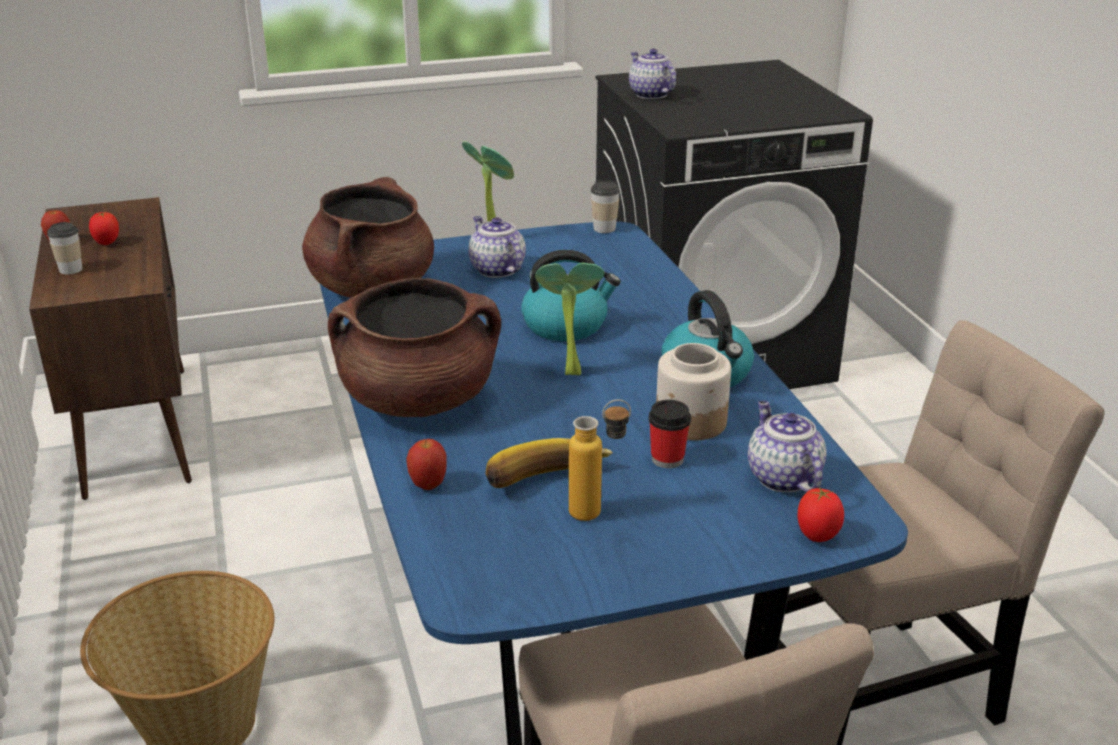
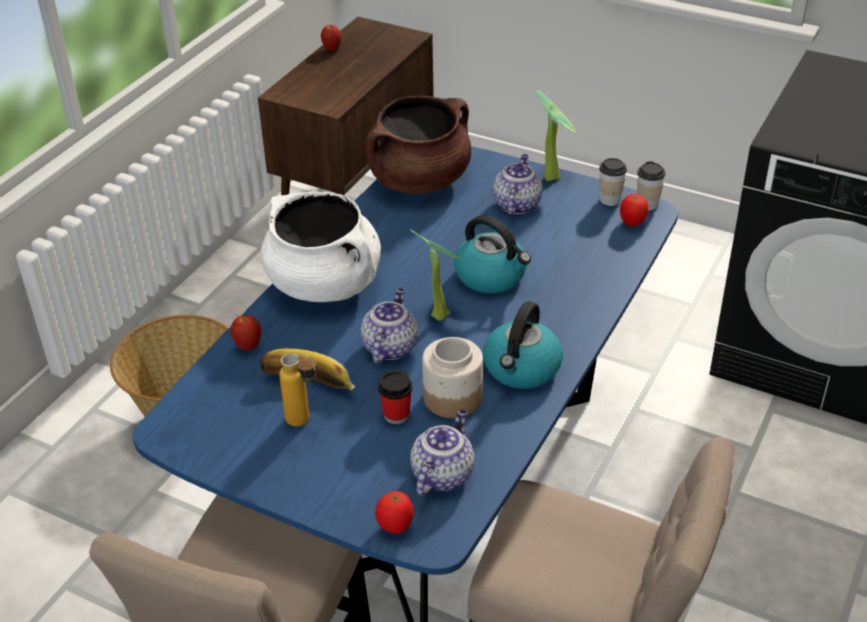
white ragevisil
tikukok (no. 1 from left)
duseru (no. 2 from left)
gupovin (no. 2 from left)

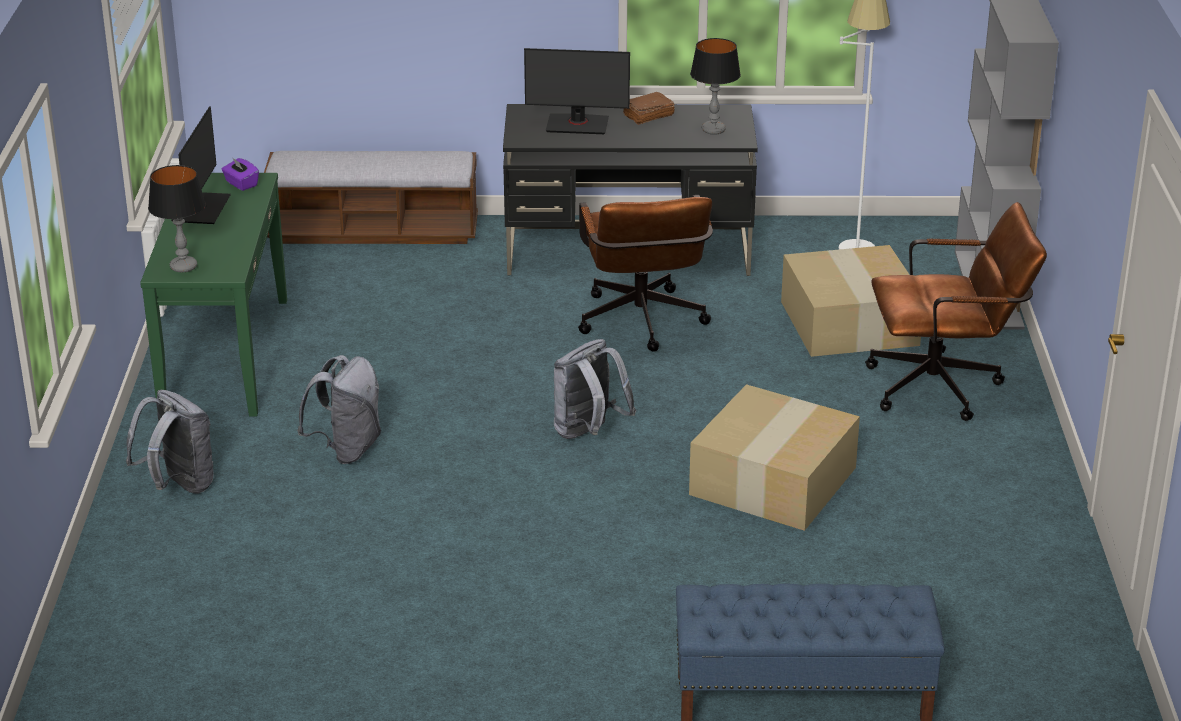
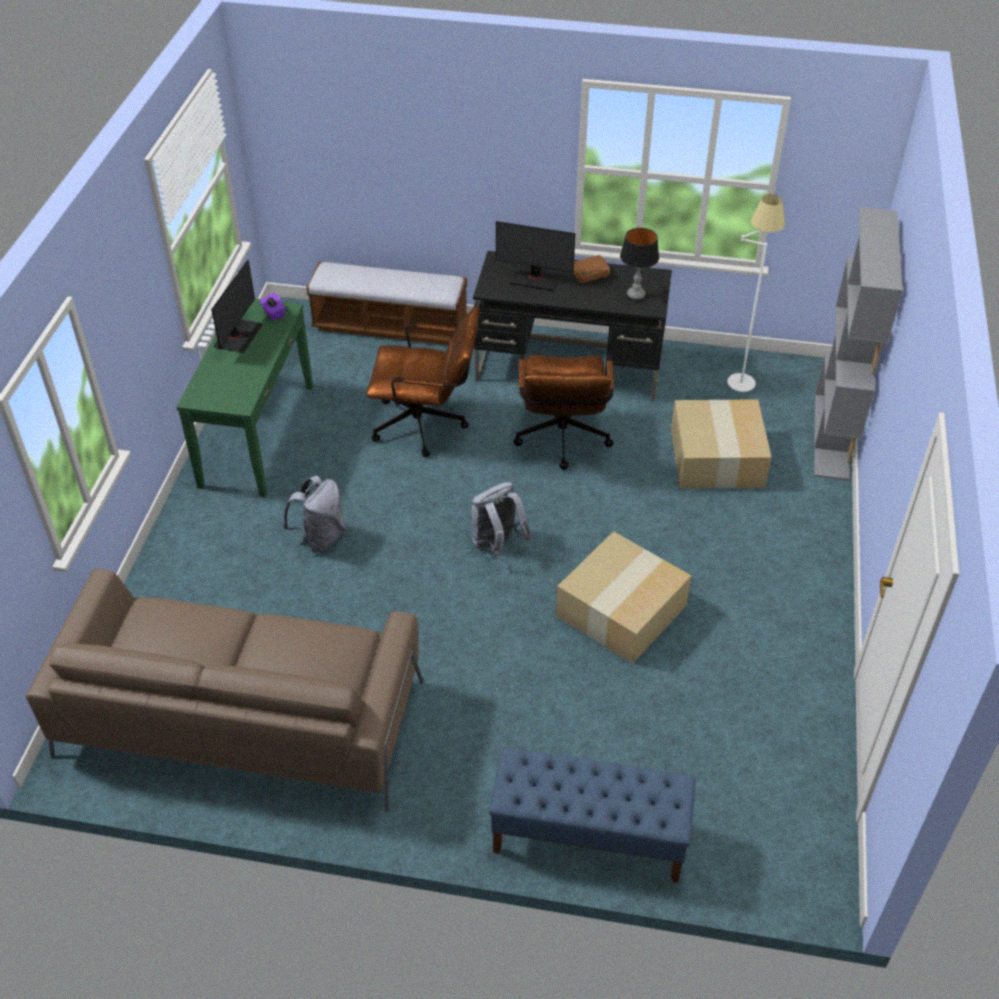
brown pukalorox
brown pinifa (no. 1 from left)
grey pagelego (no. 1 from left in the first image)
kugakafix (no. 1 from left in the first image)

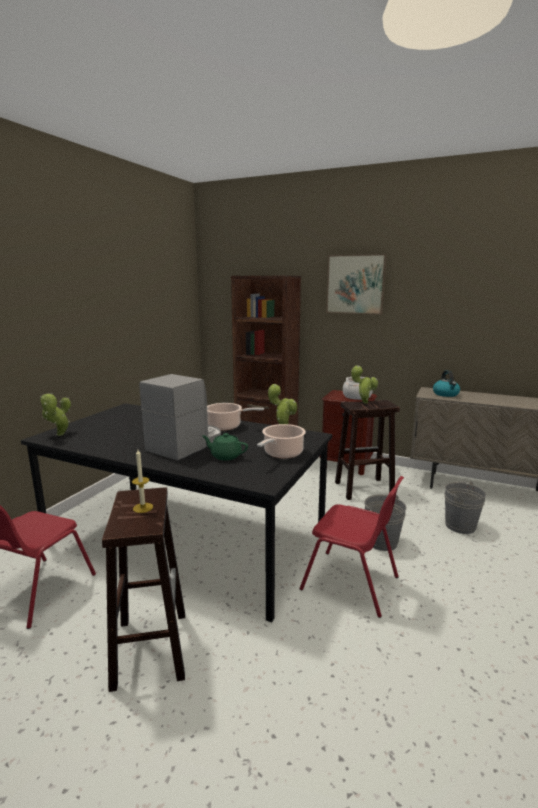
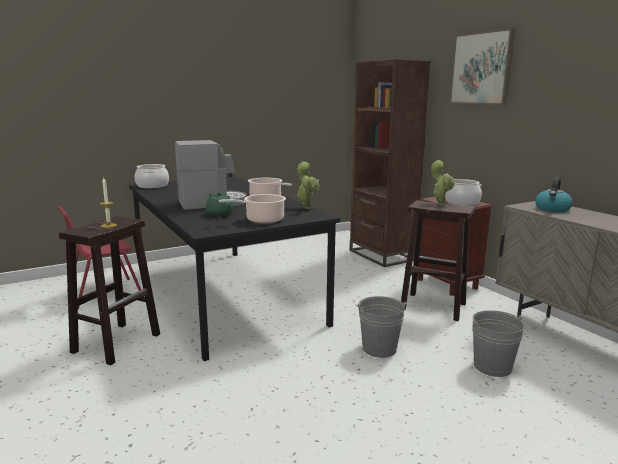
ragevisil (no. 1 from left)
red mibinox (no. 2 from left in the first image)

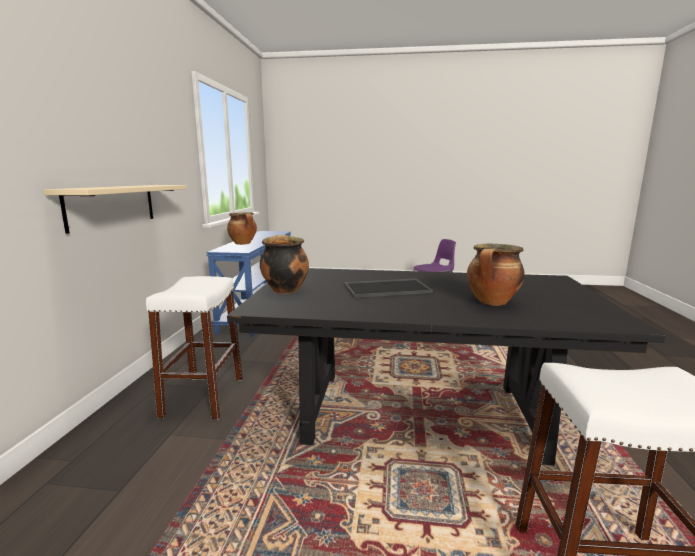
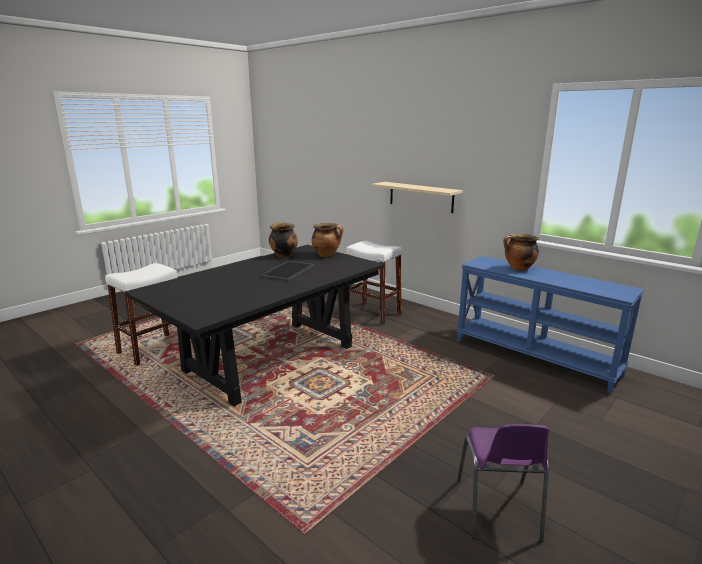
ragevisil (no. 1 from left)

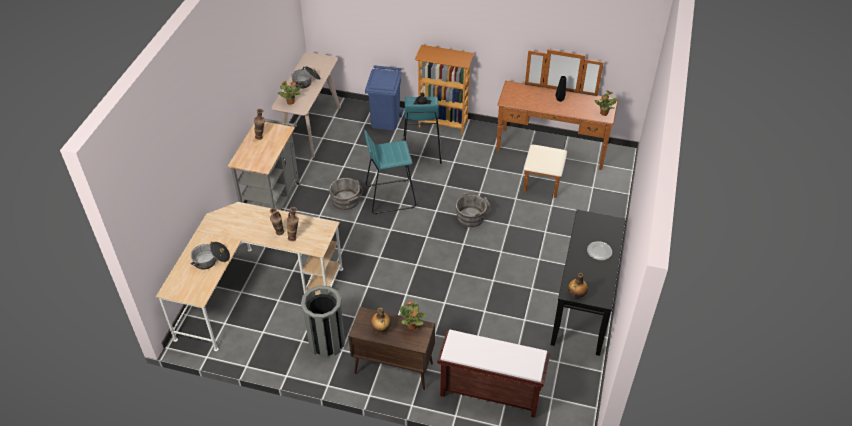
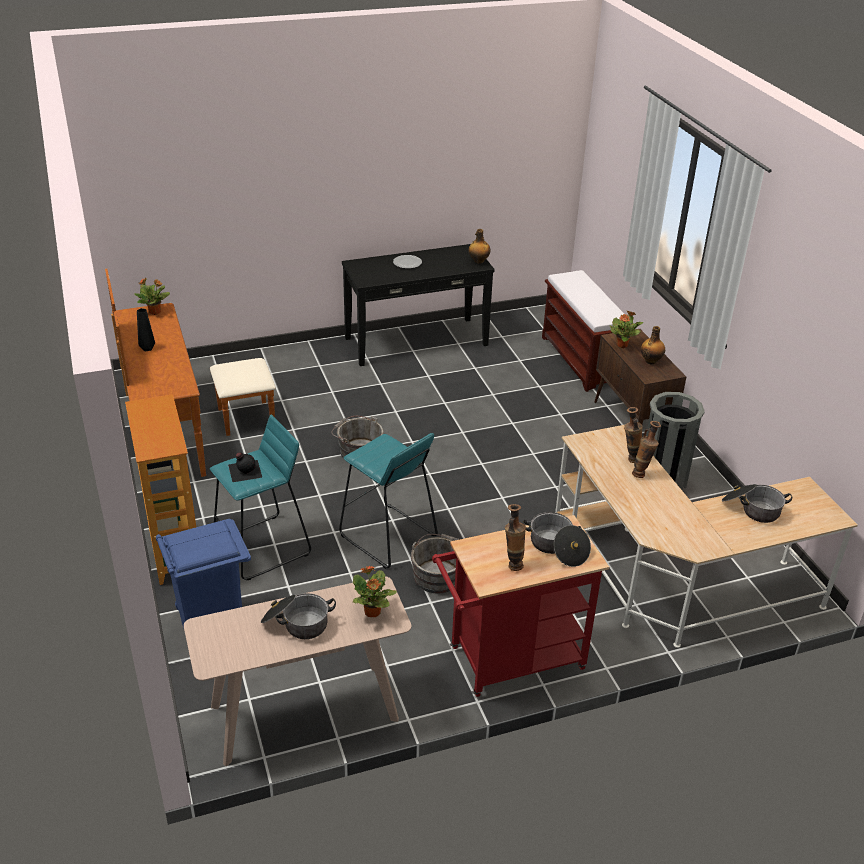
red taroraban
ragevisil (no. 2 from left)

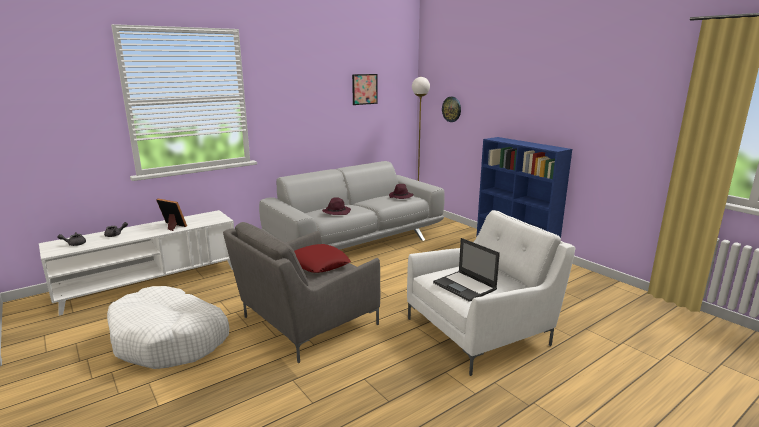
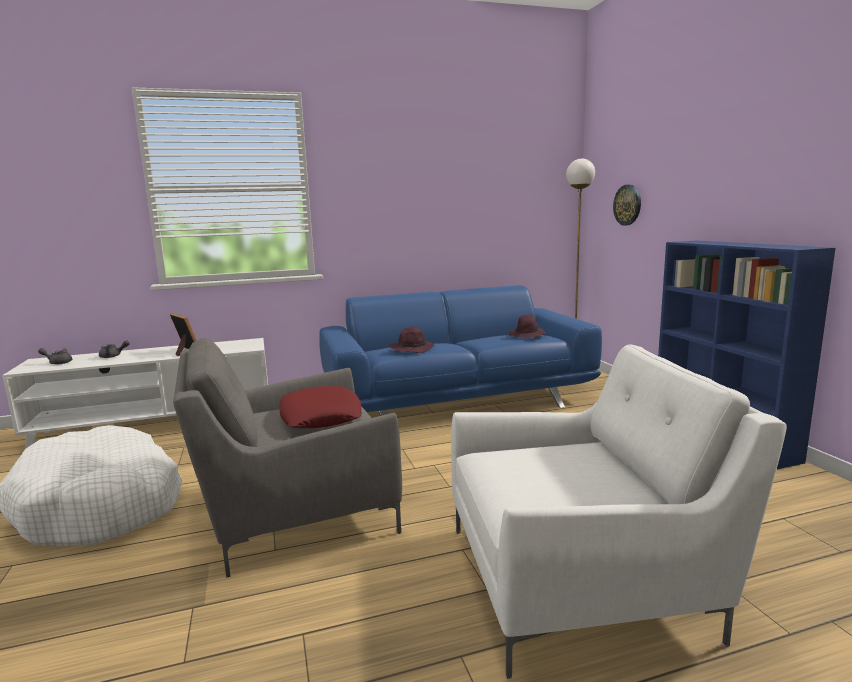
blue pukalorox
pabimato
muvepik

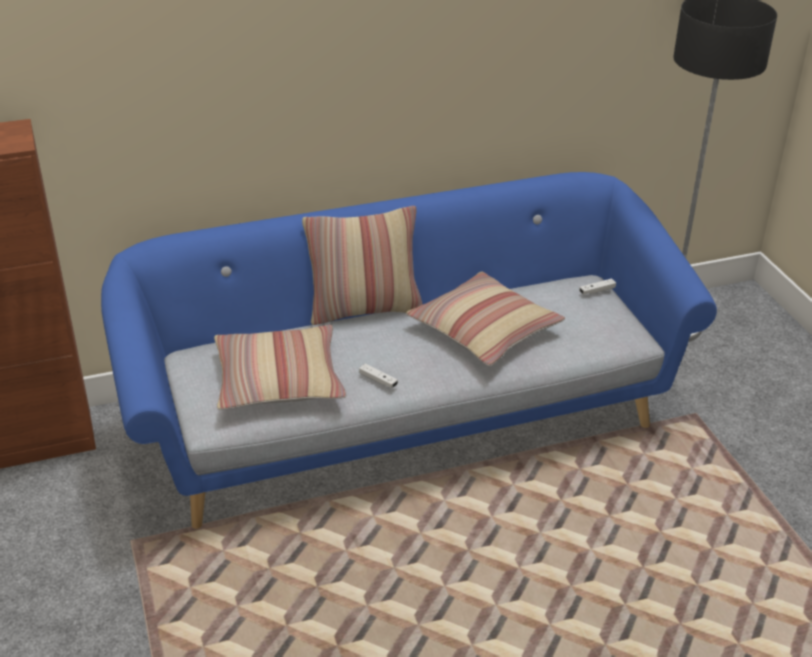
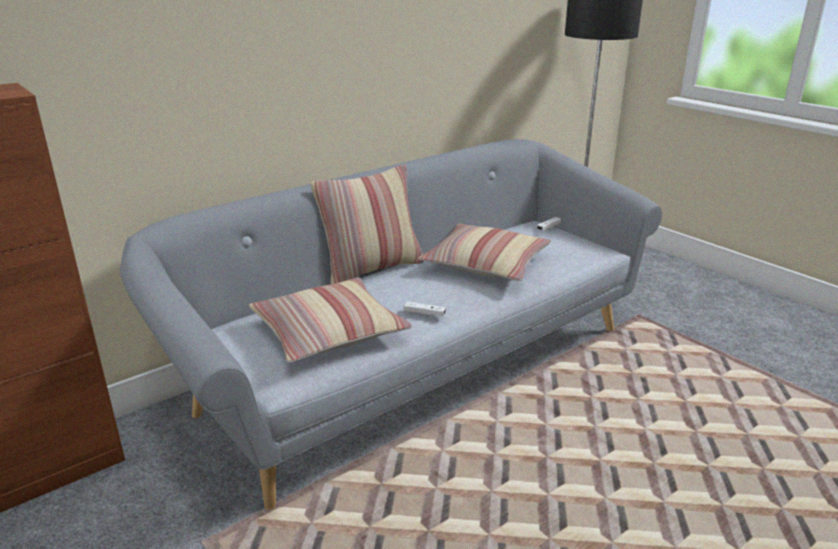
grey pukalorox

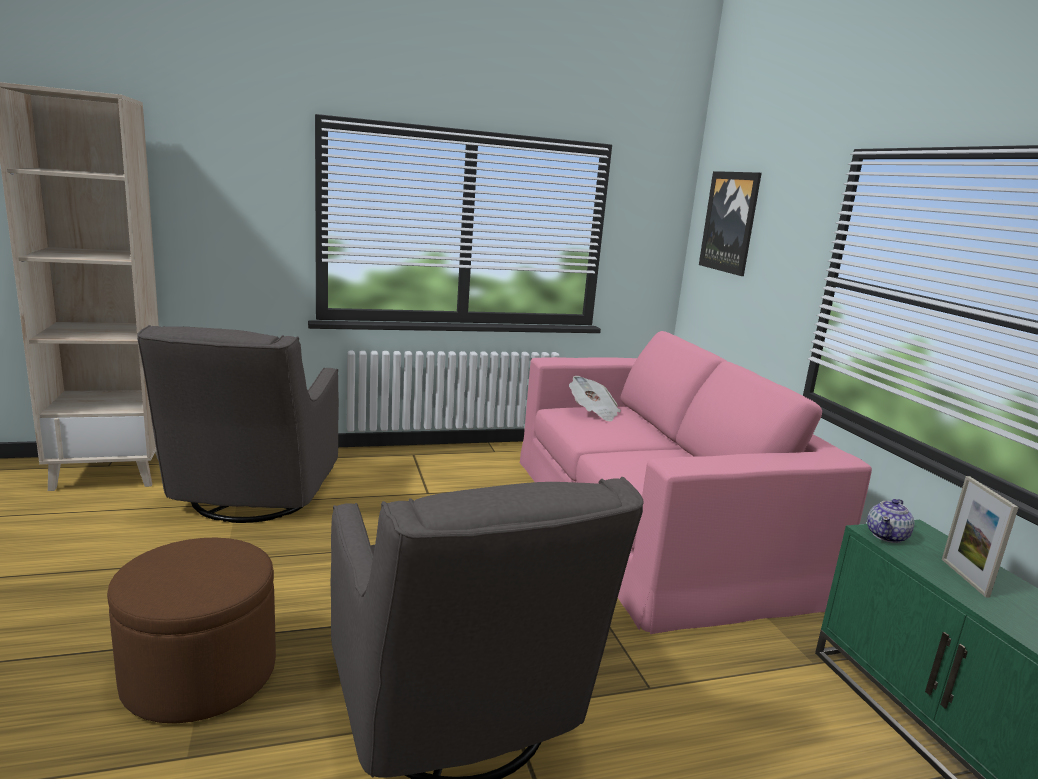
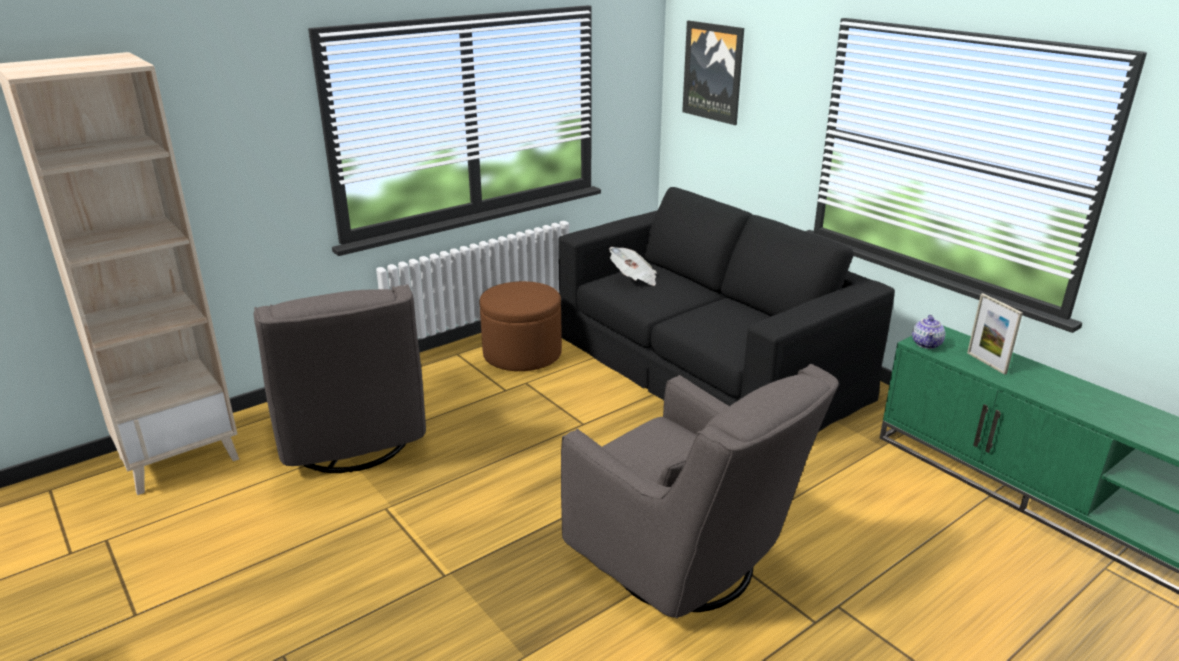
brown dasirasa
black pukalorox

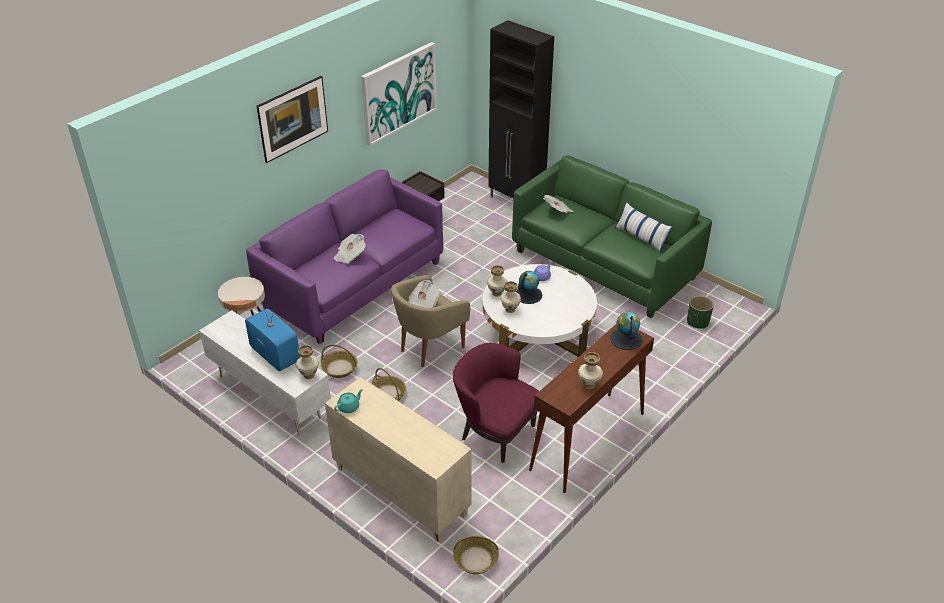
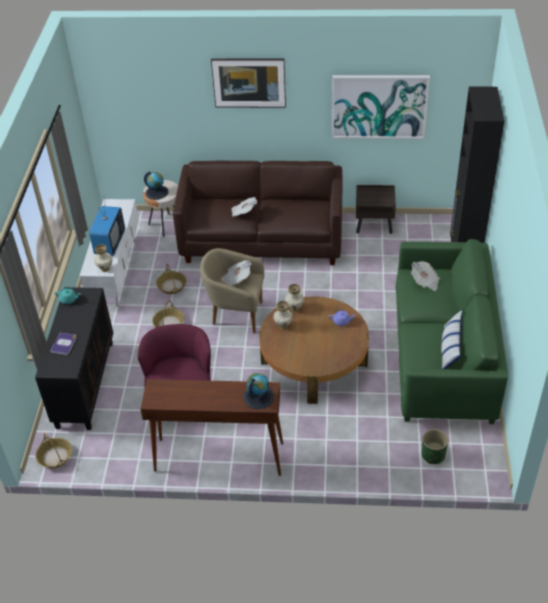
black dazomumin (no. 1 from left)
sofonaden
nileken (no. 1 from left)
brown pukalorox
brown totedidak
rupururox (no. 4 from left in the first image)

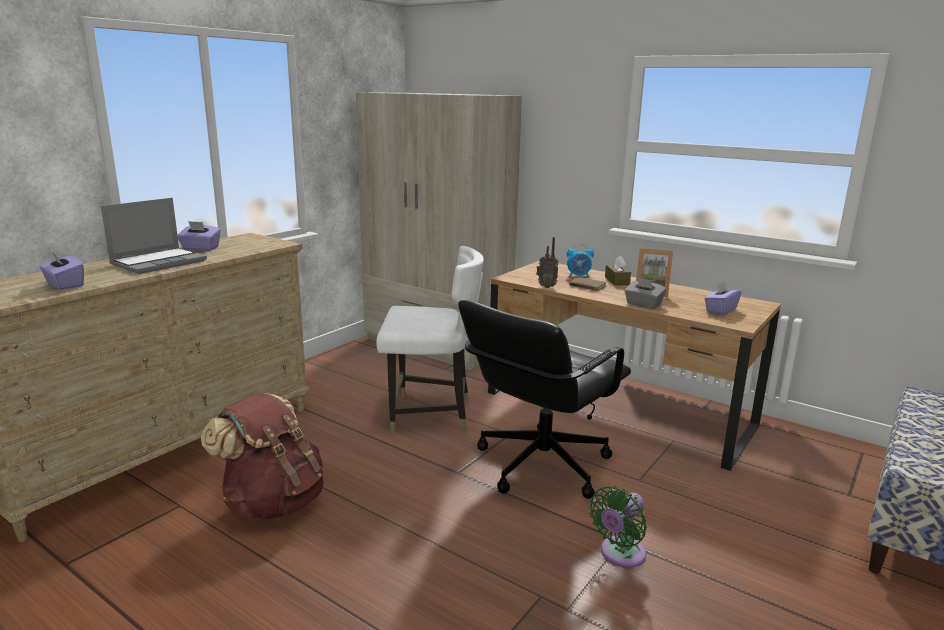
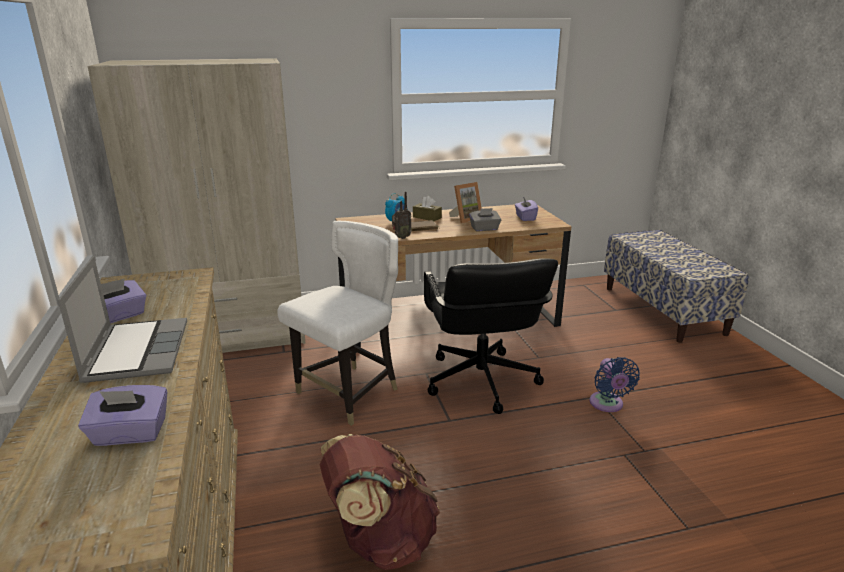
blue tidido

